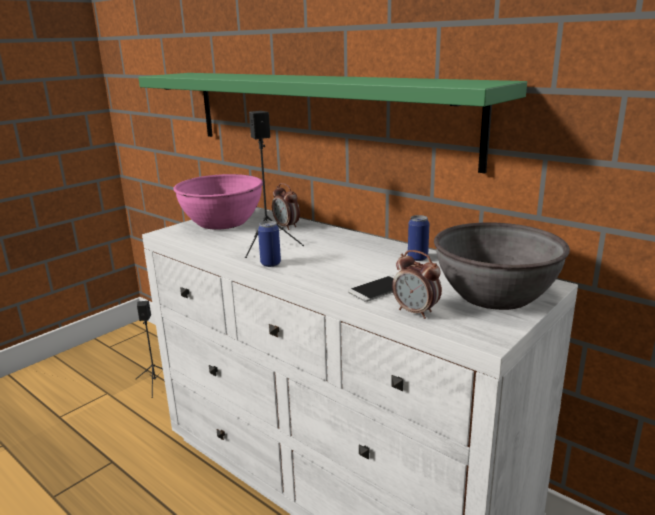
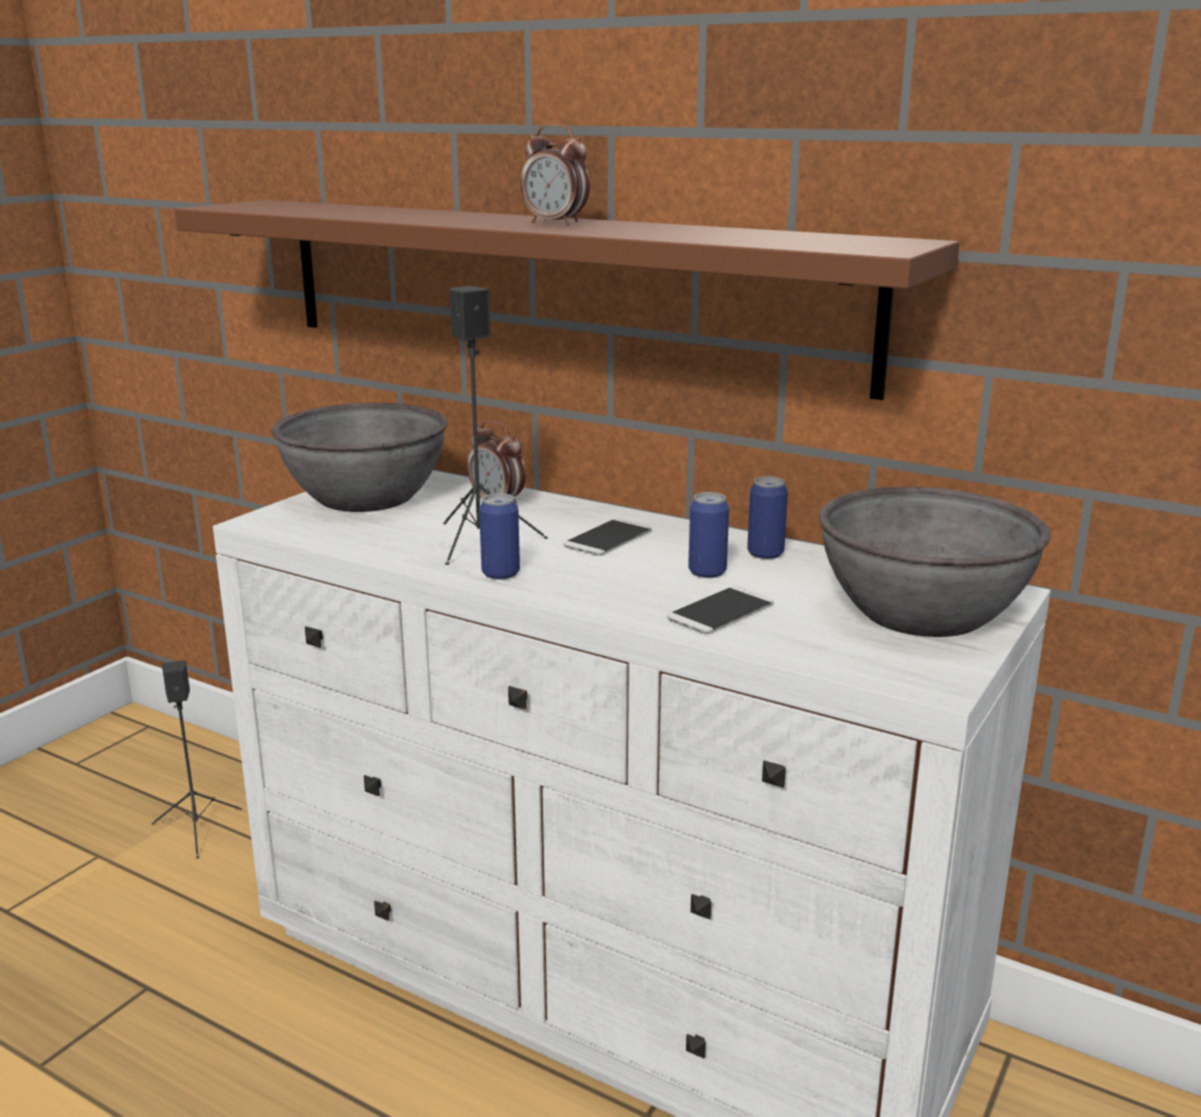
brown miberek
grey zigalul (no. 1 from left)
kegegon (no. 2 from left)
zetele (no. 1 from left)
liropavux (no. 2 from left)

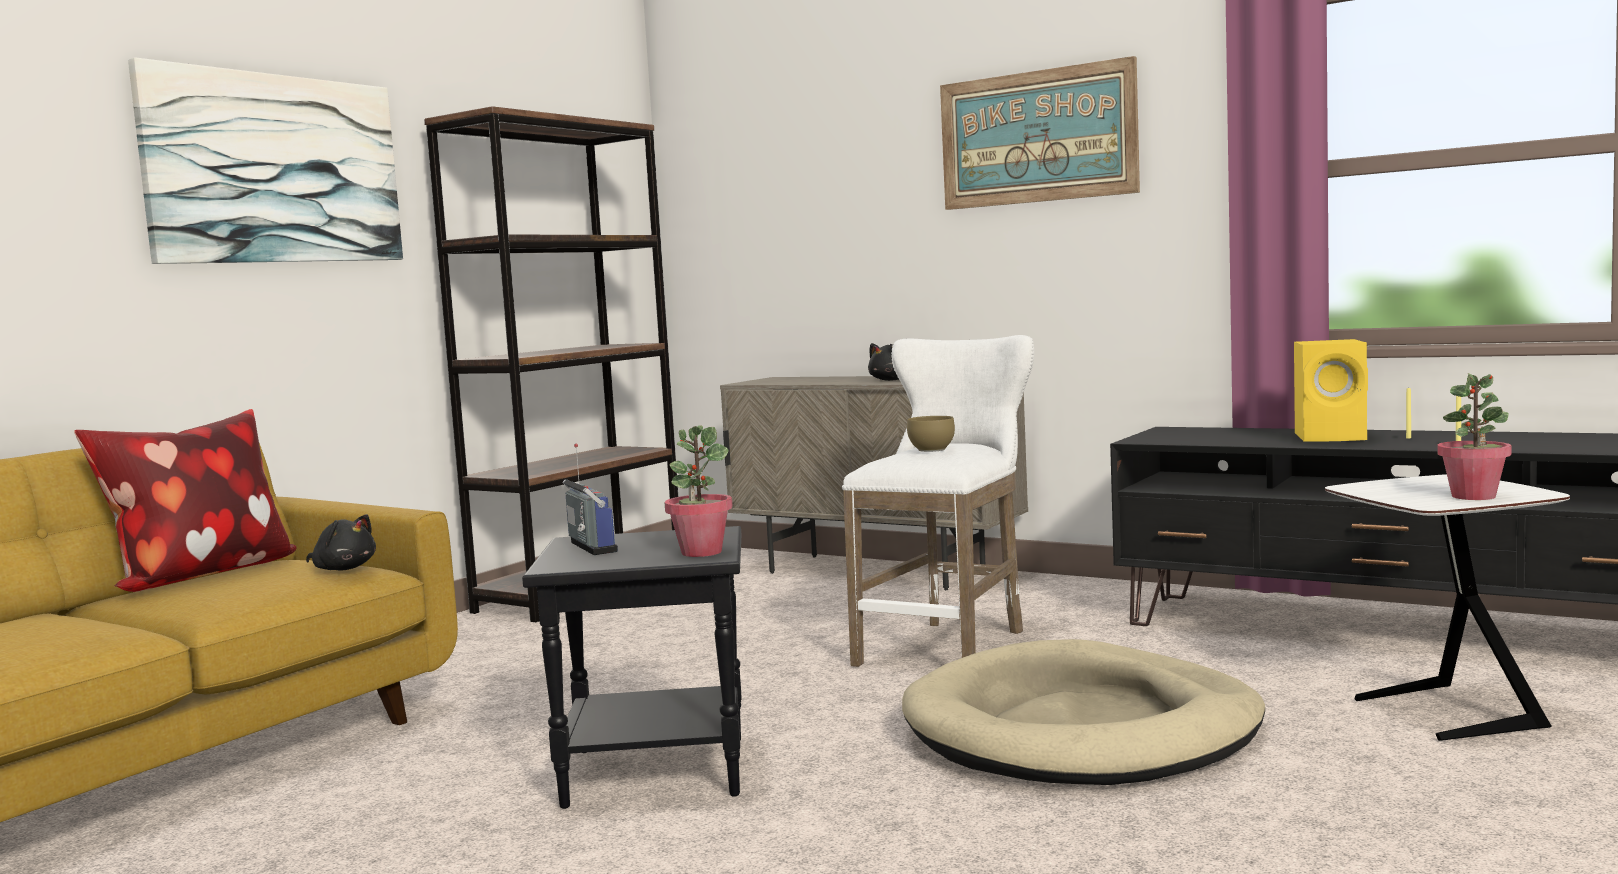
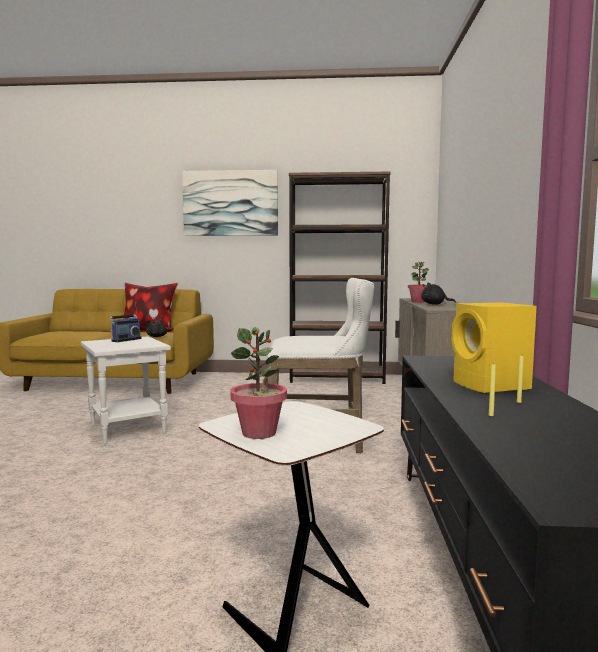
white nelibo (no. 1 from left)
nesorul (no. 2 from left)
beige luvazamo
brown zigalul
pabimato (no. 2 from left in the first image)

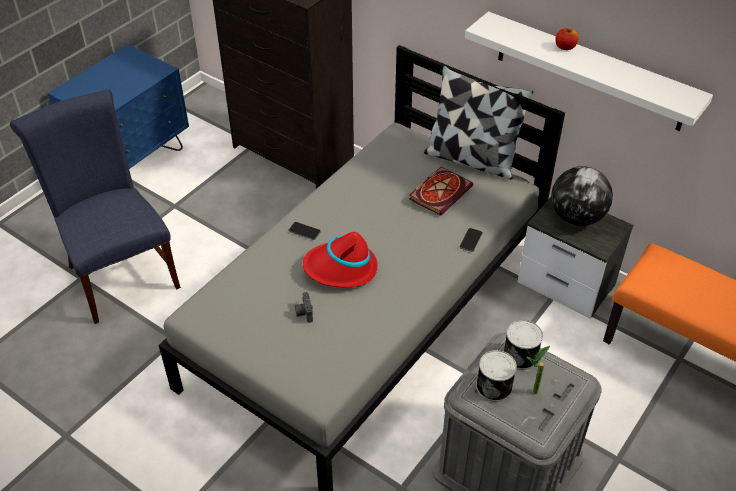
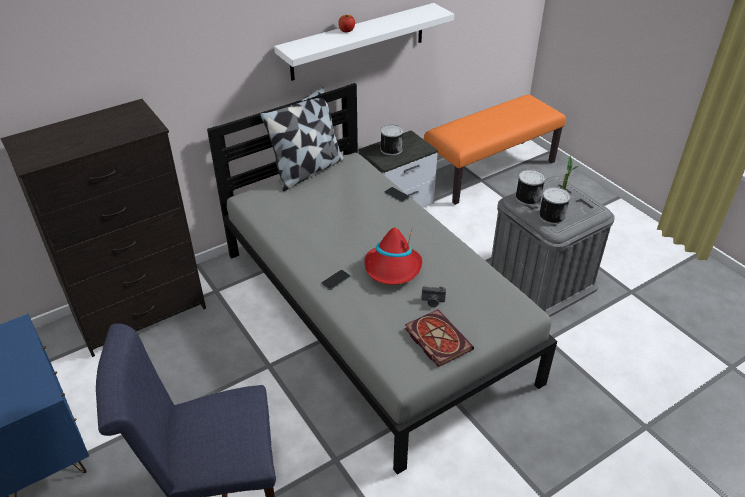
liropavux (no. 1 from left)
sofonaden

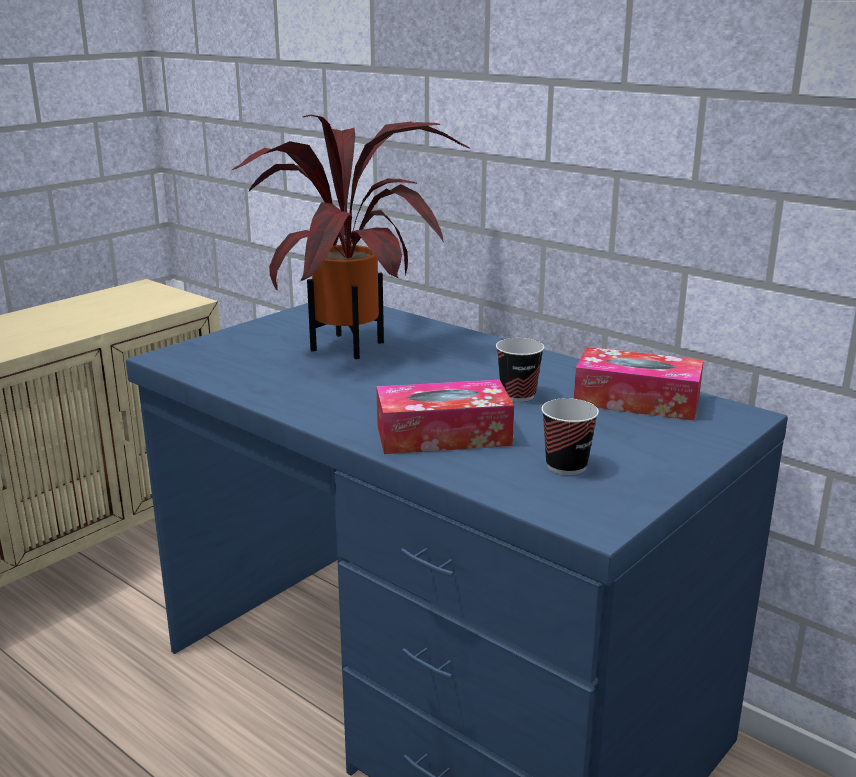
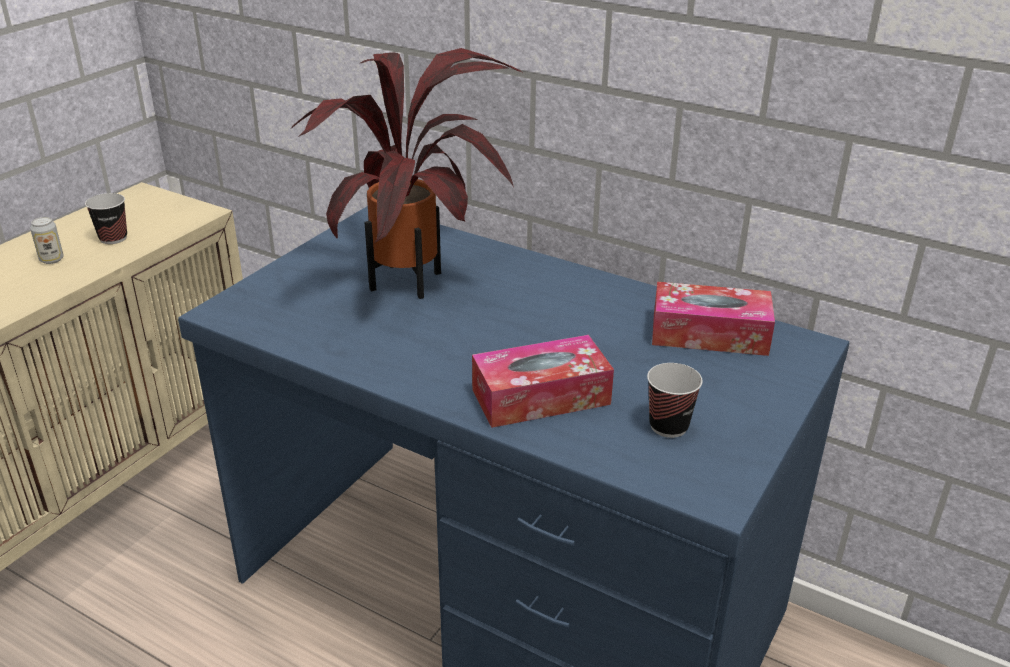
liropavux
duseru (no. 1 from left)

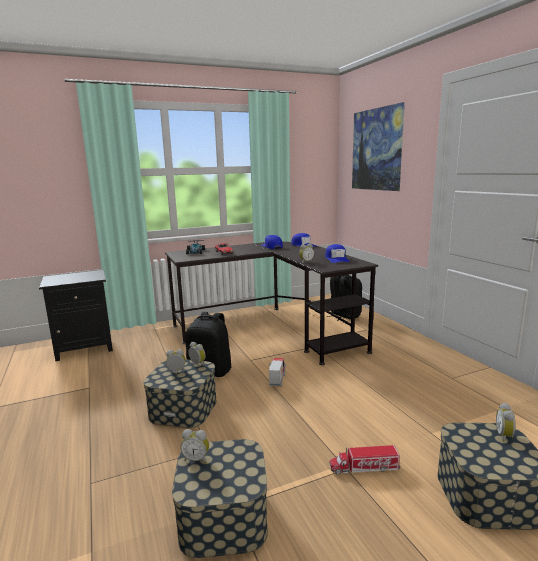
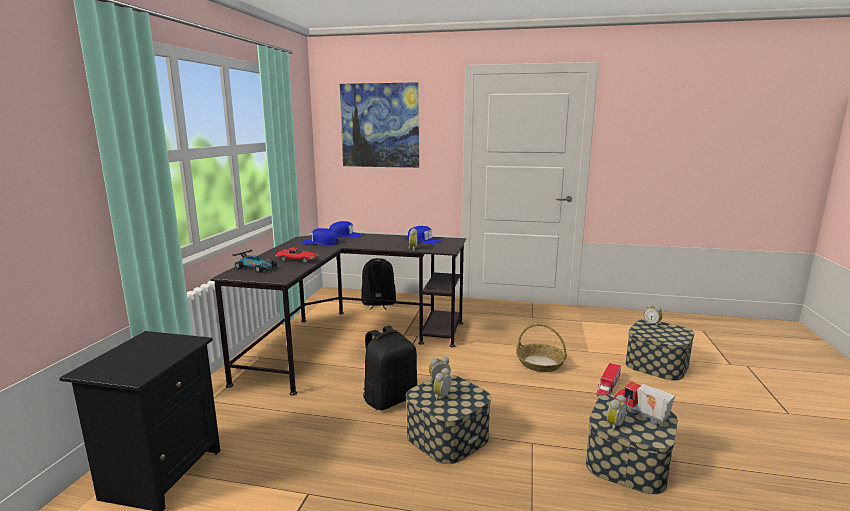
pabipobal
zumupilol (no. 2 from left)

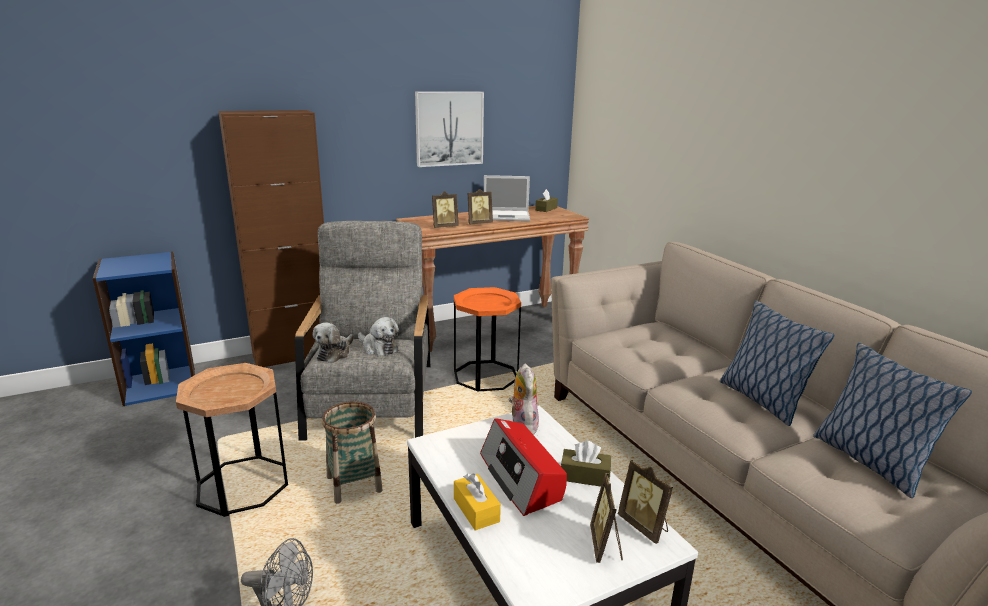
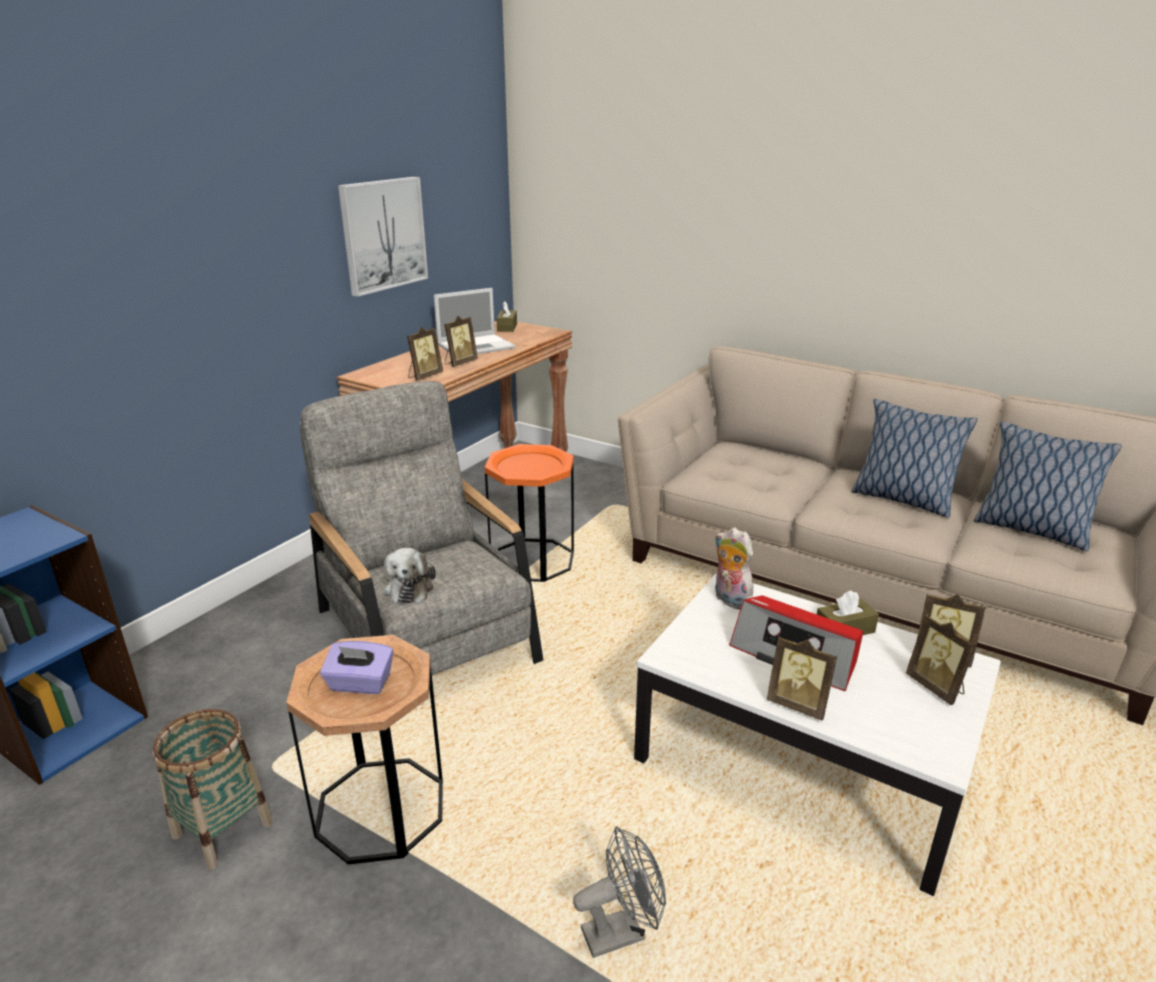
pabipobal
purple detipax
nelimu (no. 3 from left)
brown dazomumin
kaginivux (no. 2 from left in the first image)

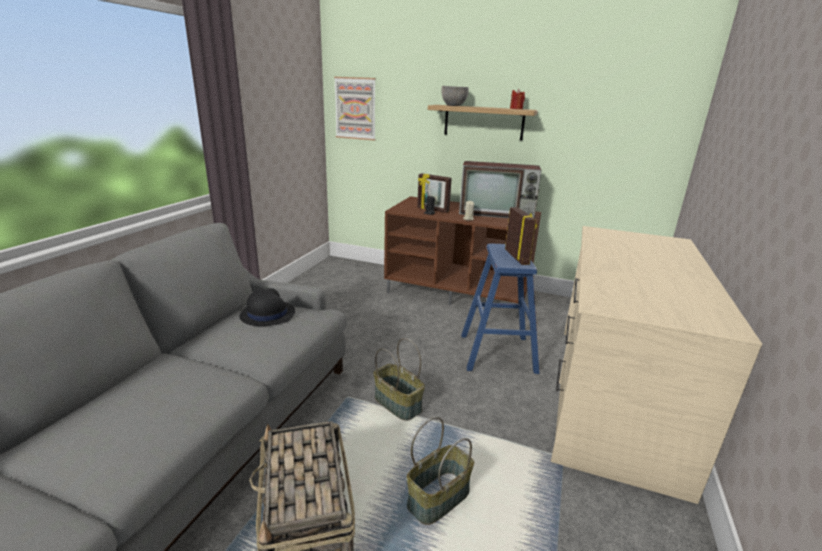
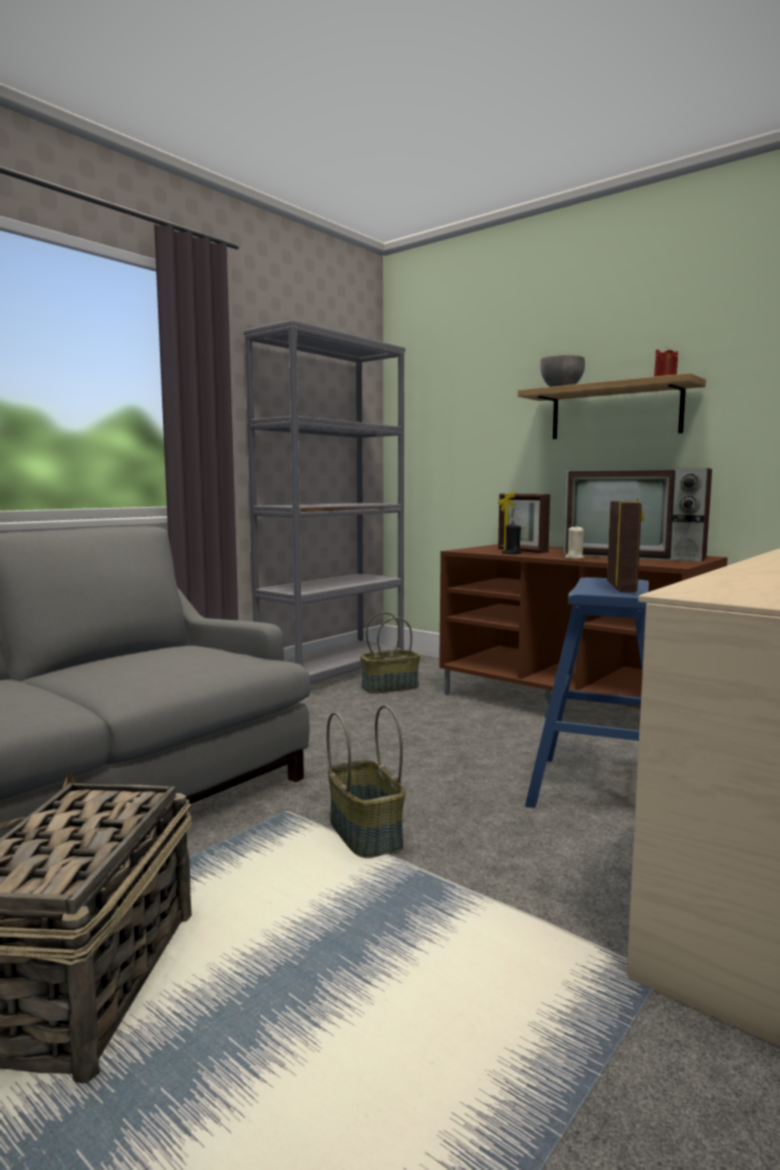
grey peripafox
pabipobal (no. 3 from left)
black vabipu
pabimato

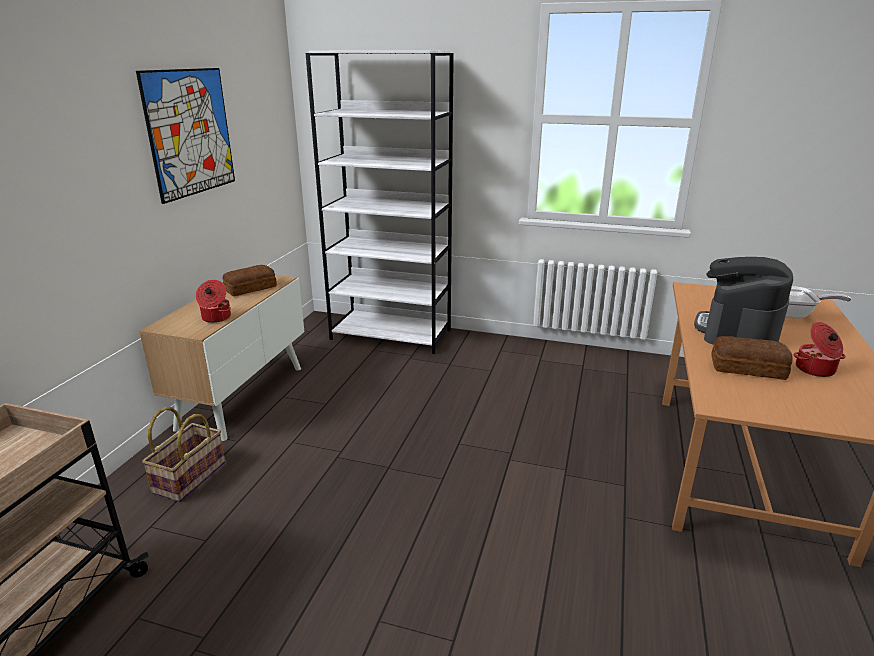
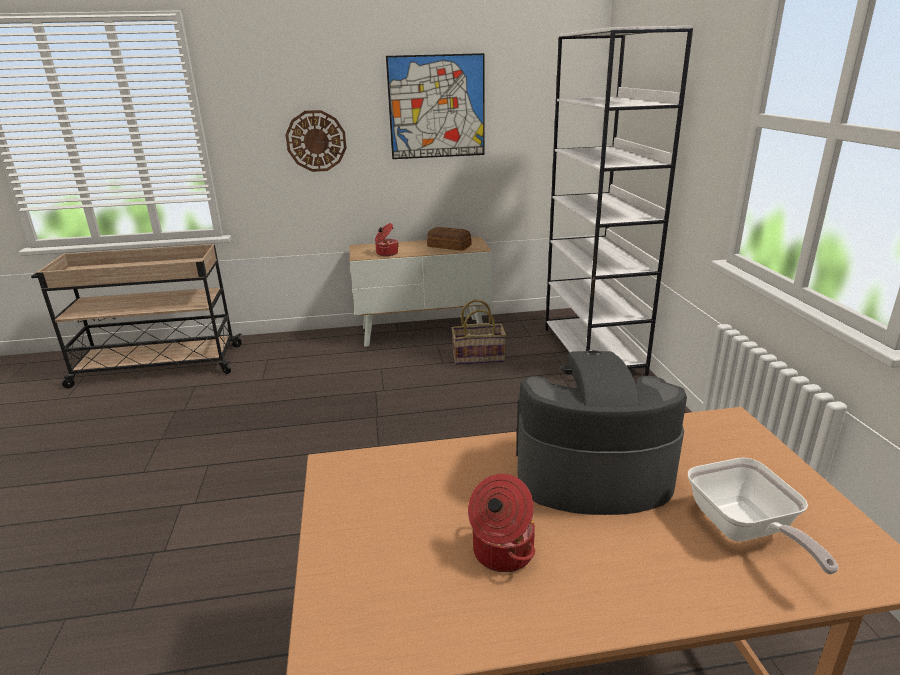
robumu
pabipobal
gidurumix (no. 2 from left in the first image)

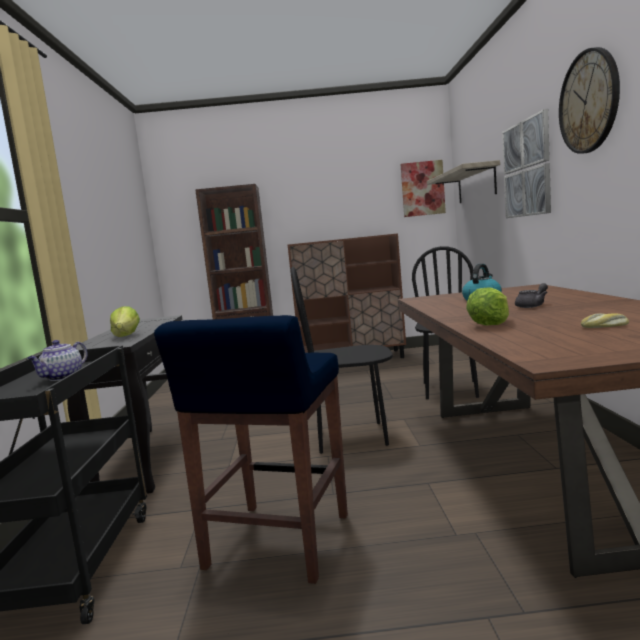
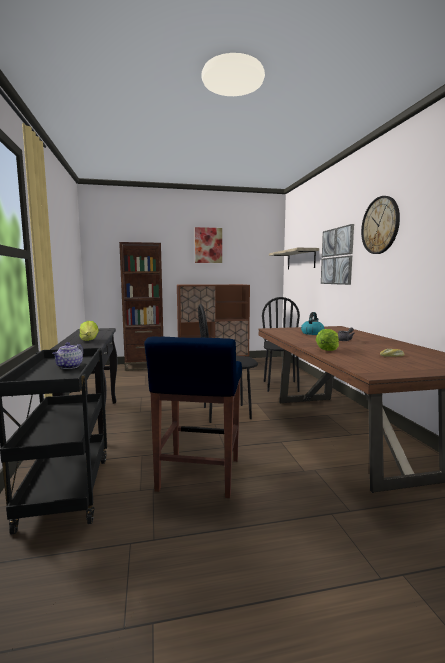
pabimato (no. 1 from left)

